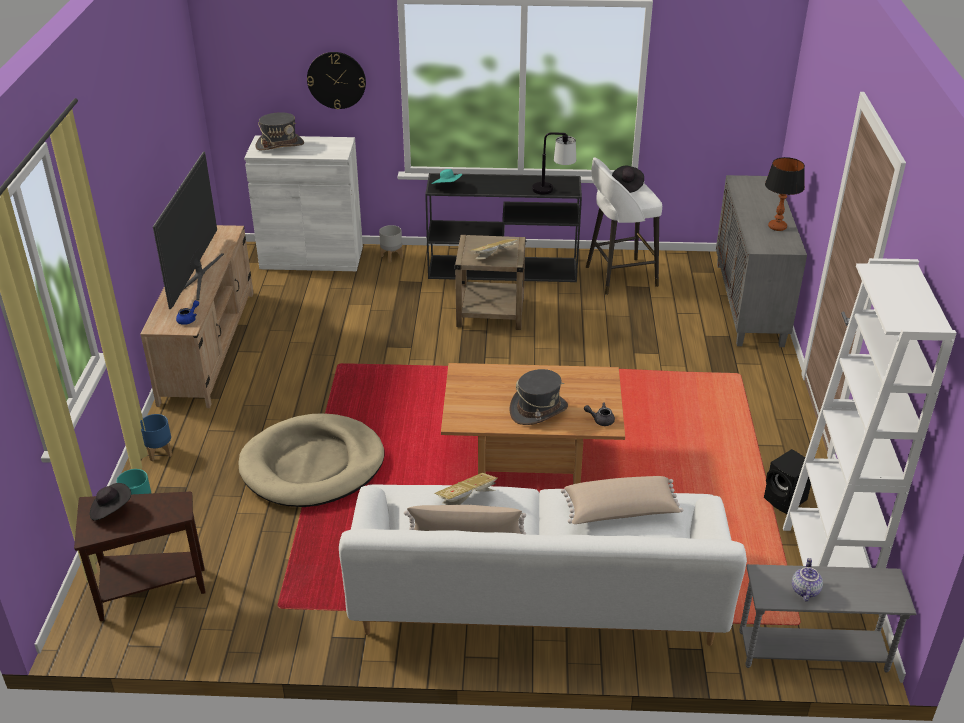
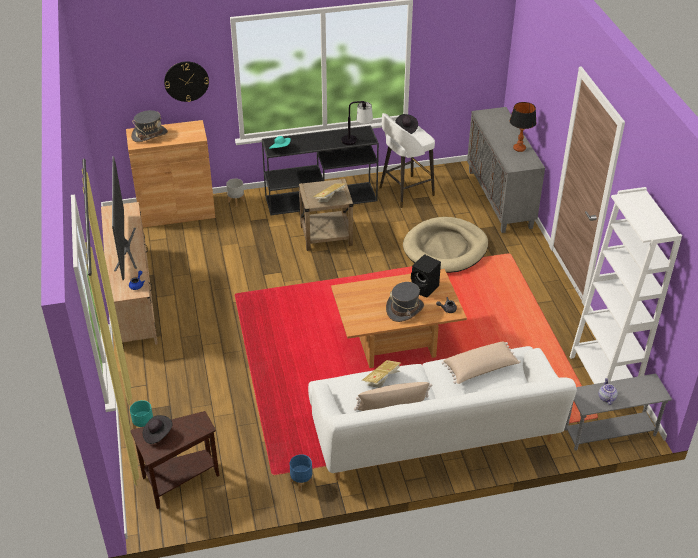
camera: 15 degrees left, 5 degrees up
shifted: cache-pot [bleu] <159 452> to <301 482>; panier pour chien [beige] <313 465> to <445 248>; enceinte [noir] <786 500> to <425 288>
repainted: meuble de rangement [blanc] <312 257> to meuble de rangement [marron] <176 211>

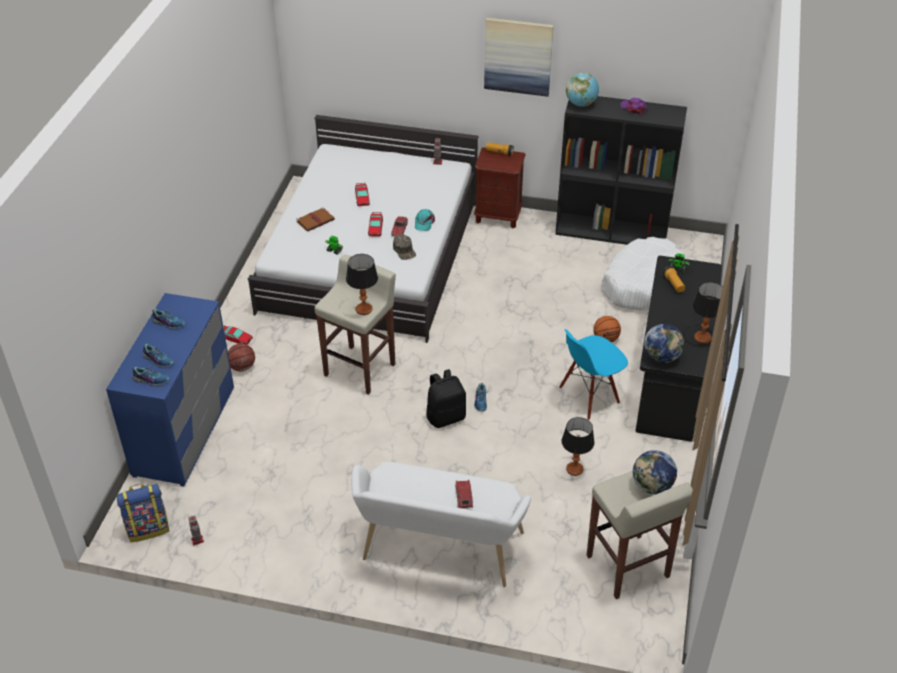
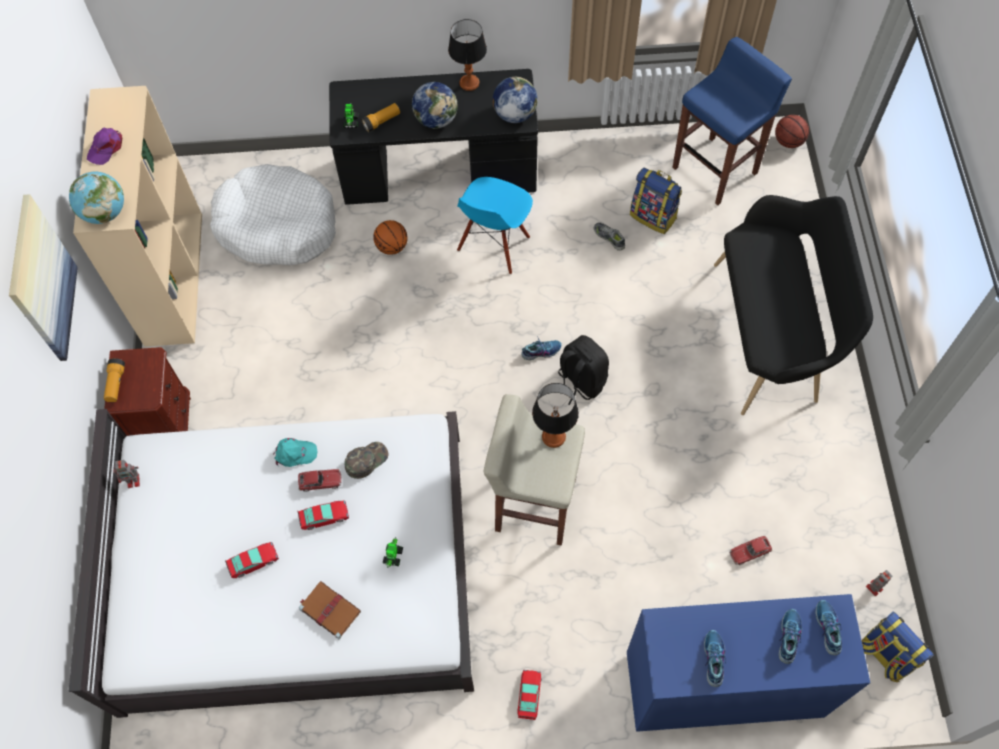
camera: 105 degrees left, 20 degrees up
new: sac à dos <653 216>
shifted: ballon de basket <242 367> to <788 141>; petite voiture <464 497> to <749 552>; globe <652 486> to <436 119>
swapped: lampe de table <574 469> to chaussure <609 237>
repainted: banc [blanc] <439 551> to banc [noir] <772 334>; bibliothèque [noir] <612 231> to bibliothèque [beige] <173 277>; tabouret [beige] <628 567> to tabouret [bleu] <716 170>
rotated: chaise [bleu] <589 396> = <494 245> 75 degrees clockwise

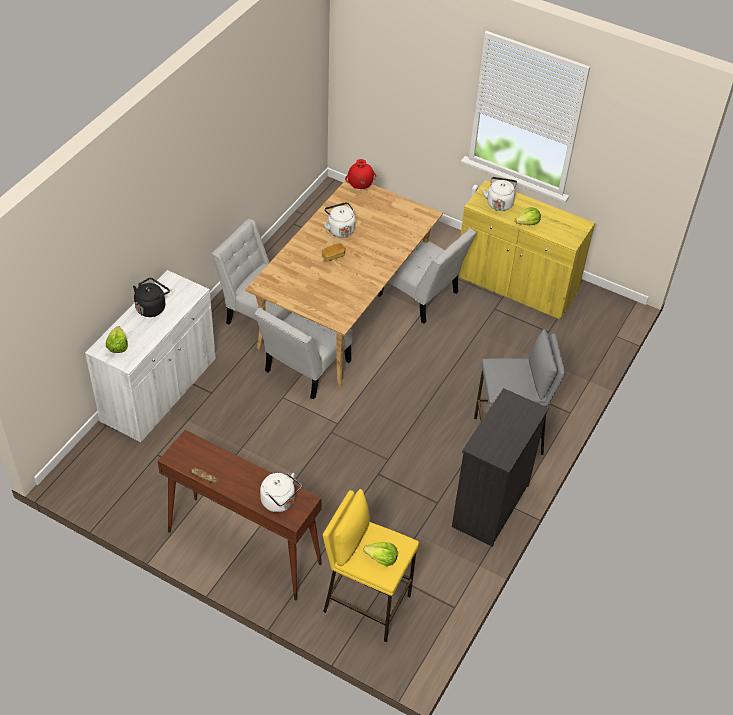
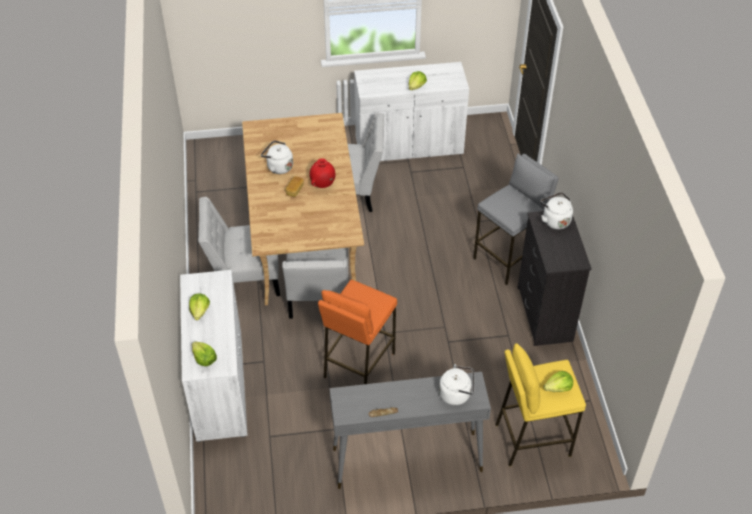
camera: 35 degrees left, 0 degrees up
new: tabouret [orange] <358 365>
shifted: vase [rouge] <360 187> to <322 184>; bouilloire [blanc] <499 203> to <555 220>
swapped: bouilloire [noir] <152 307> to laitue <200 311>
repainted: table console [marron] <243 547> to table console [gris] <406 460>; meuble de rangement [jaune] <516 285> to meuble de rangement [blanc] <409 146>

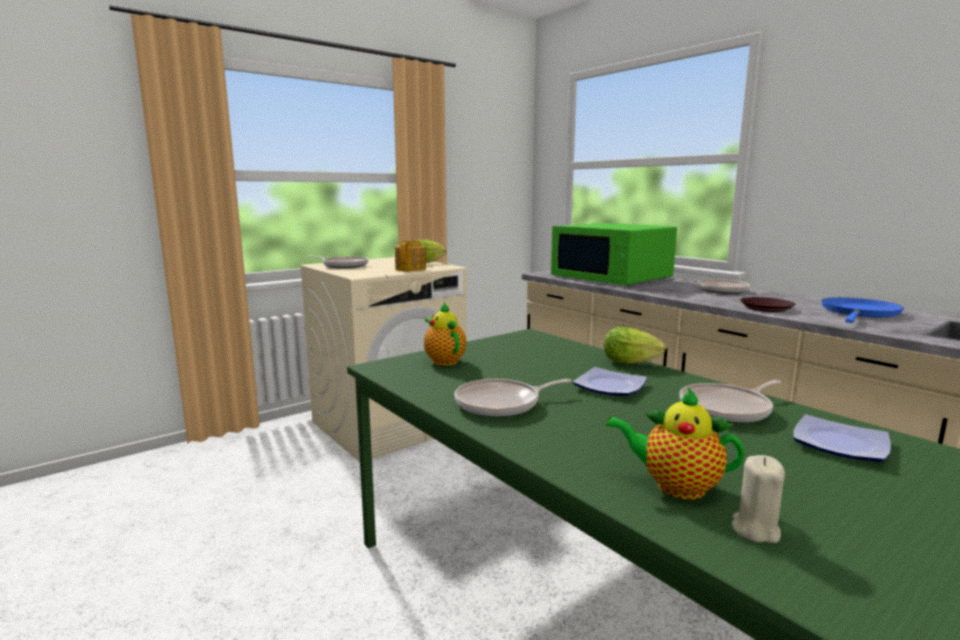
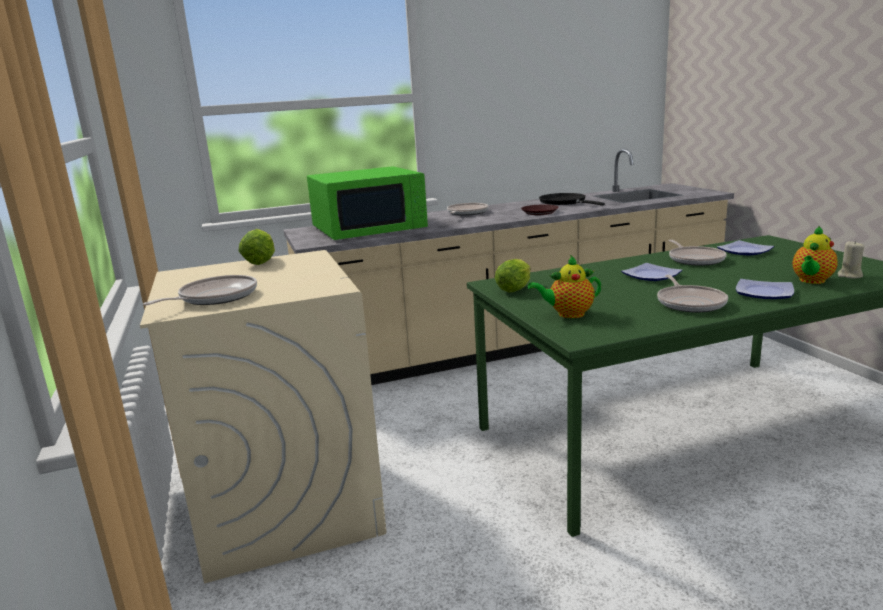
camera: 70 degrees left, 5 degrees up
gone: théière <411 269>
new: assiette <763 293>
shifted: laitue <633 363> to <515 288>
repainted: poêle [bleu] <859 313> to poêle [noir] <565 202>

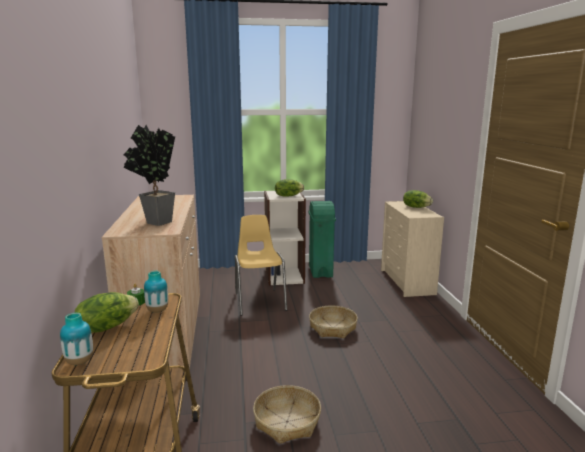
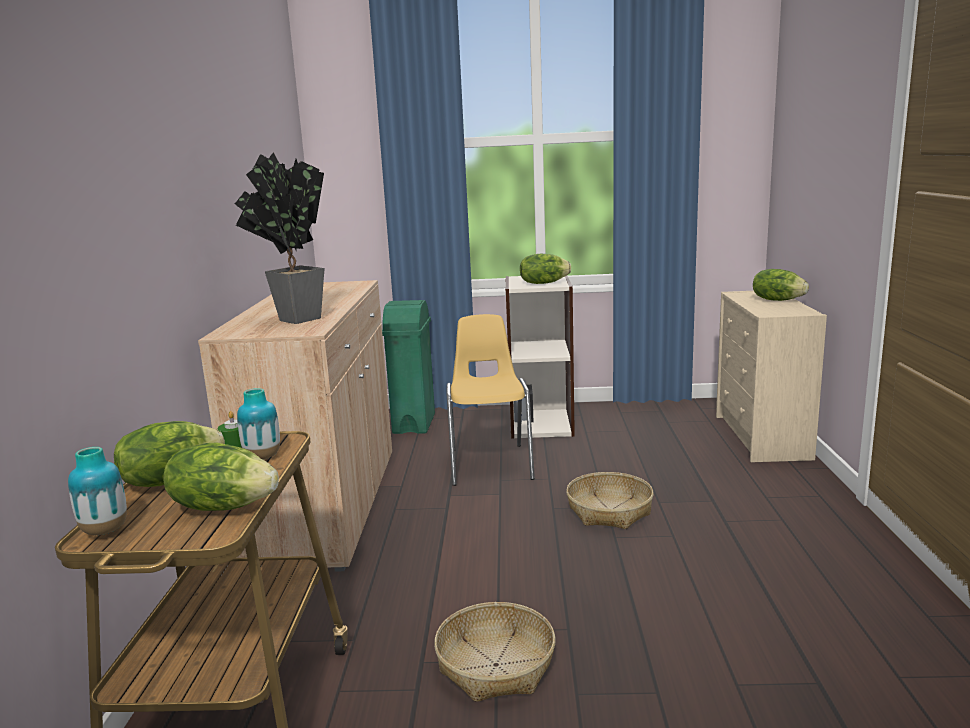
camera: 10 degrees right, 0 degrees up
new: laitue <223 506>
shifted: poubelle [vert] <320 272> to <413 424>

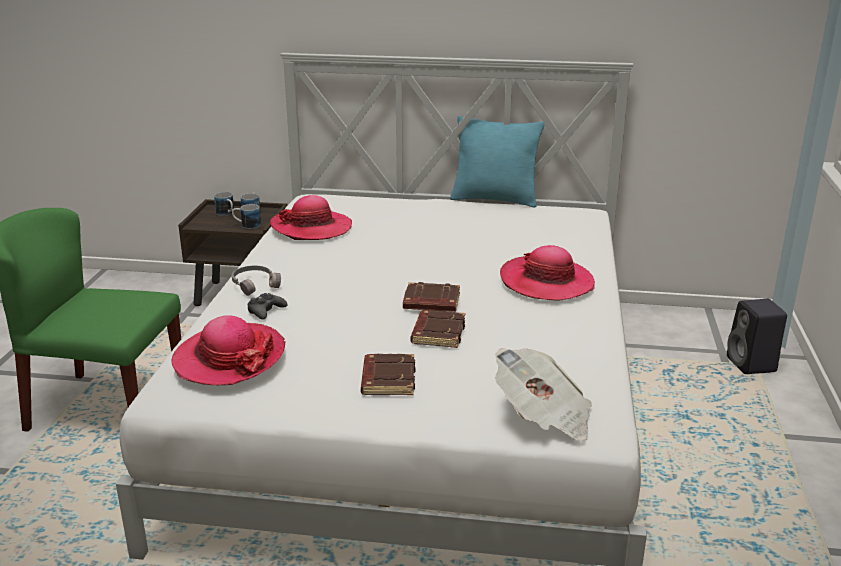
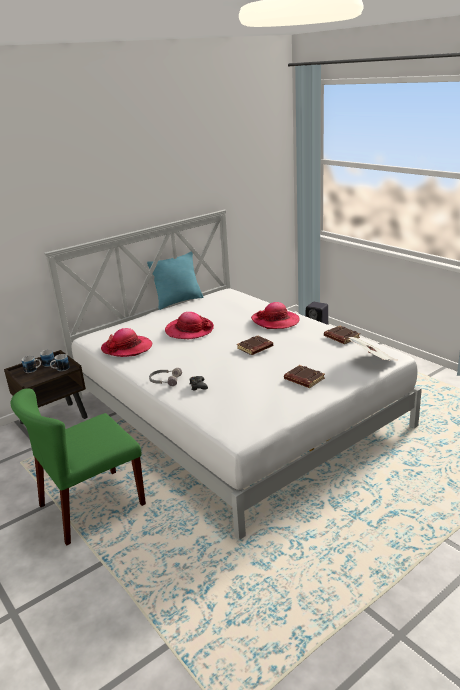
camera: 45 degrees left, 0 degrees up
shifted: chapeau <229 358> to <189 330>; livre [marron] <437 333> to <341 337>

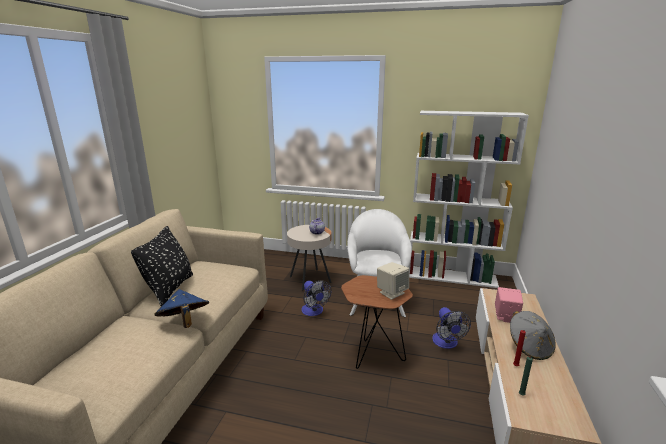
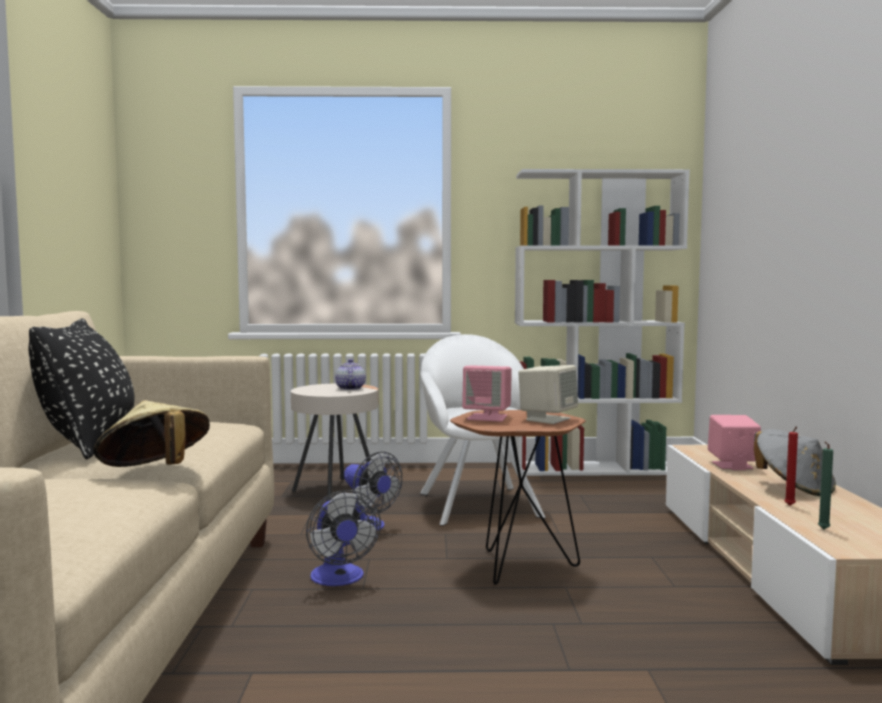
camera: 15 degrees left, 15 degrees down
new: enceinte [rose] <488 417>
shifted: ventilateur <446 343> to <339 579>
repainted: chapeau [bleu] <184 322> to chapeau [beige] <155 472>

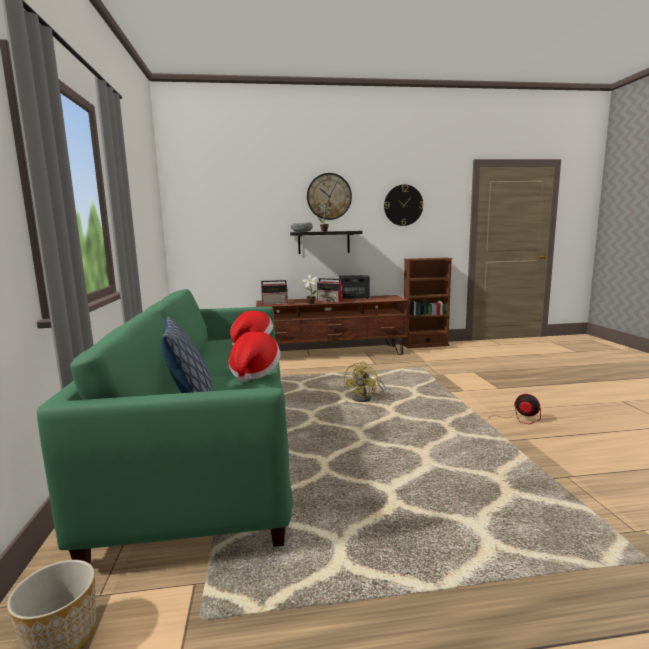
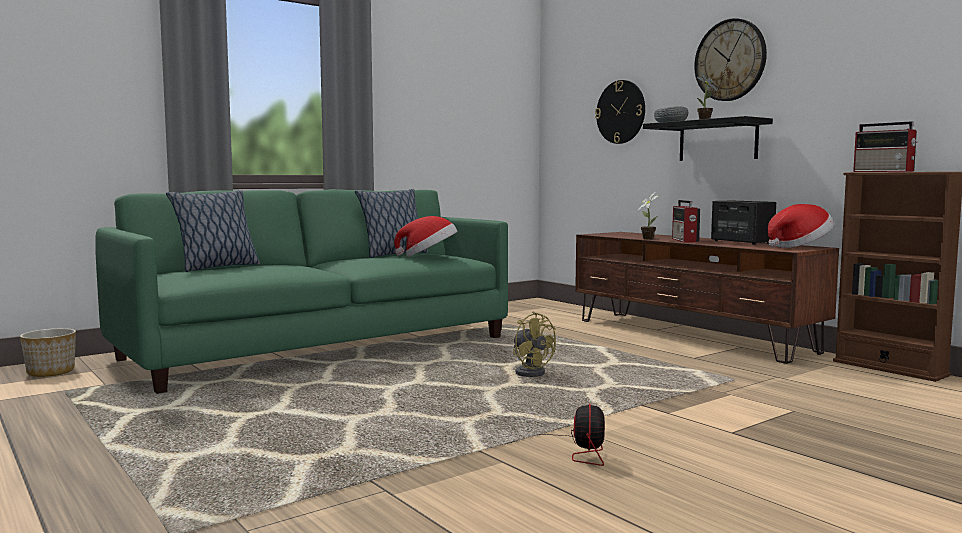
camera: 60 degrees right, 5 degrees down
new: coussin <393 255>
shifted: chapeau <254 373> to <799 247>; radio <275 303> to <884 171>; horloge murale <403 205> to <620 112>
rotated: ventilateur [jaune] <366 399> = <530 372> 120 degrees counterclockwise

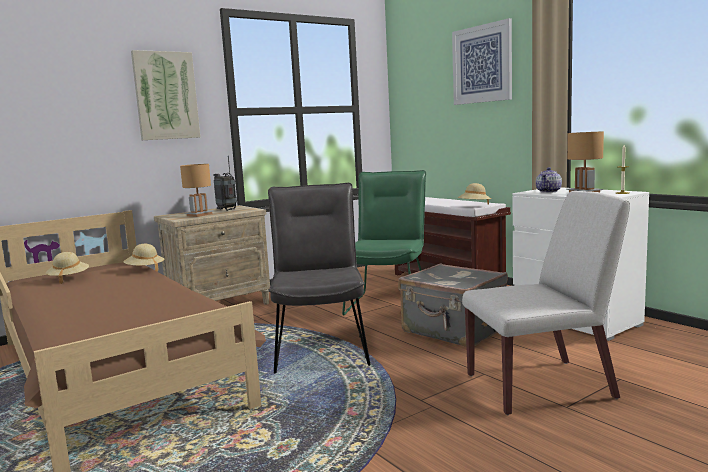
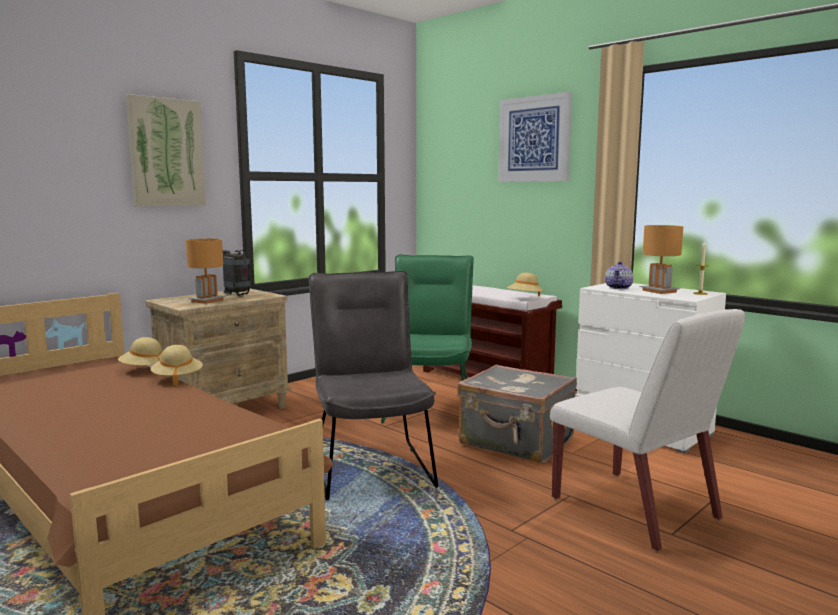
camera: 10 degrees left, 0 degrees up
shifted: chapeau [beige] <68 279> to <177 378>
rotated: chaise [blanc] <541 386> = <636 509> 75 degrees clockwise

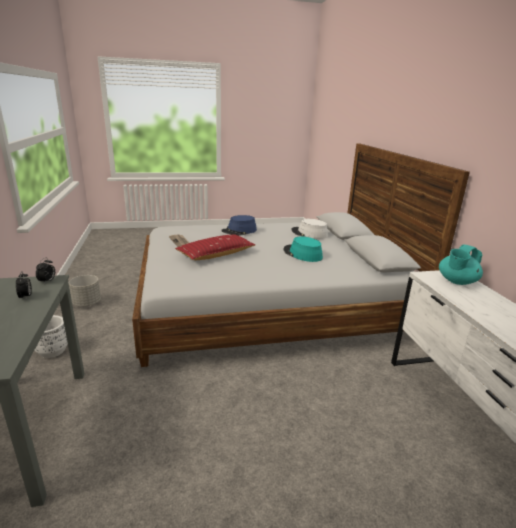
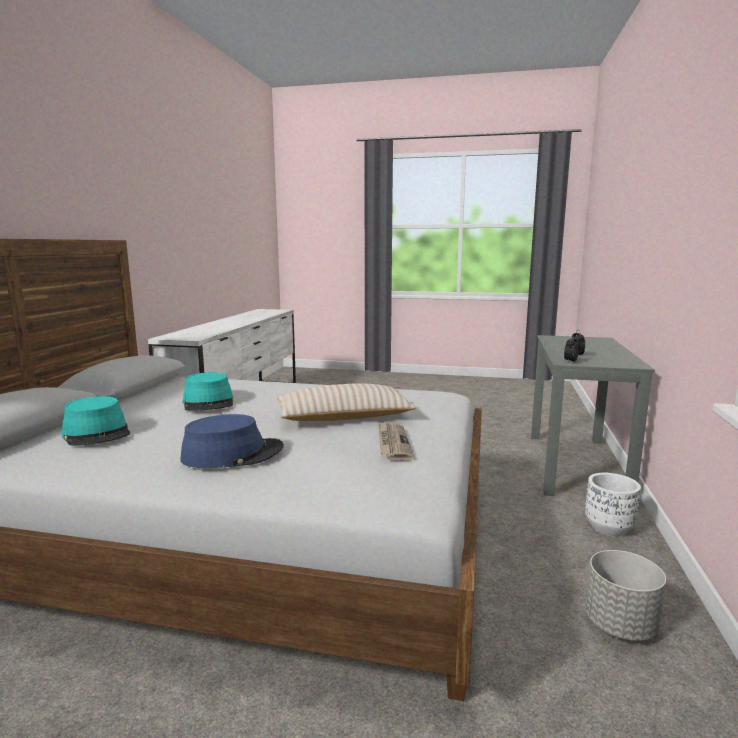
camera: 155 degrees left, 10 degrees down
gone: théière [turquoise] <456 281>
repainted: coussin [rouge] <216 254> to coussin [beige] <344 417>; chapeau [blanc] <309 233> to chapeau [turquoise] <97 433>

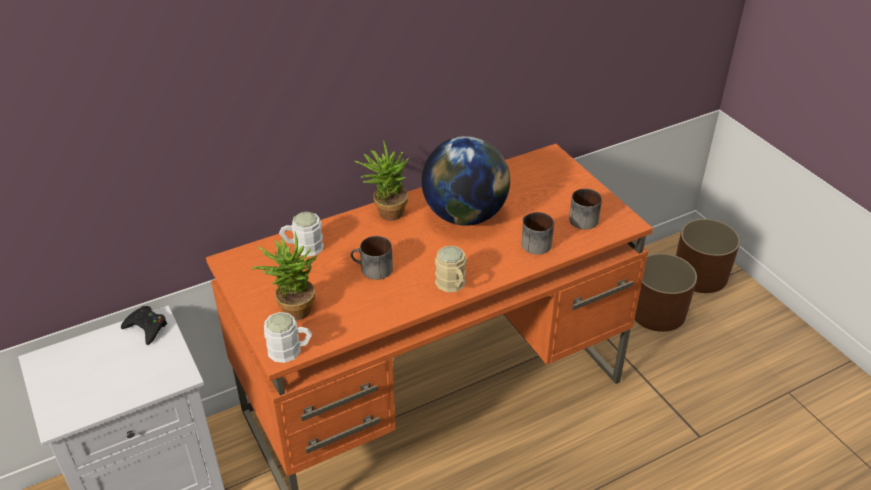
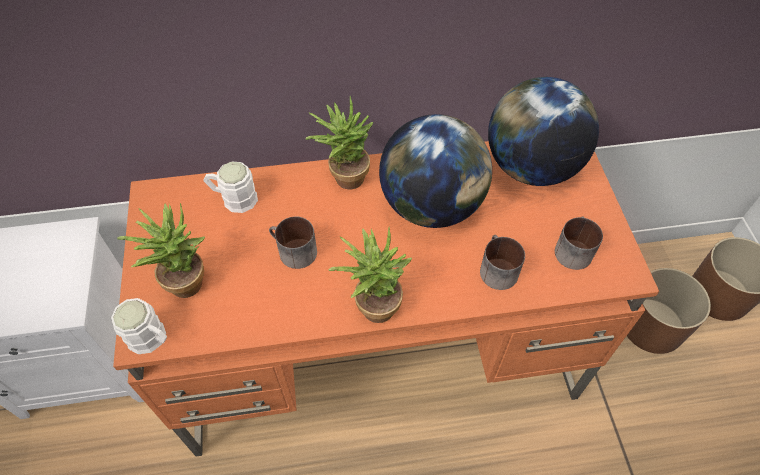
camera: 20 degrees right, 15 degrees up
gone: manette [noir] <146 328>
new: globe <531 167>
swapped: mug [beige] <453 285> to plante en pot <373 304>

